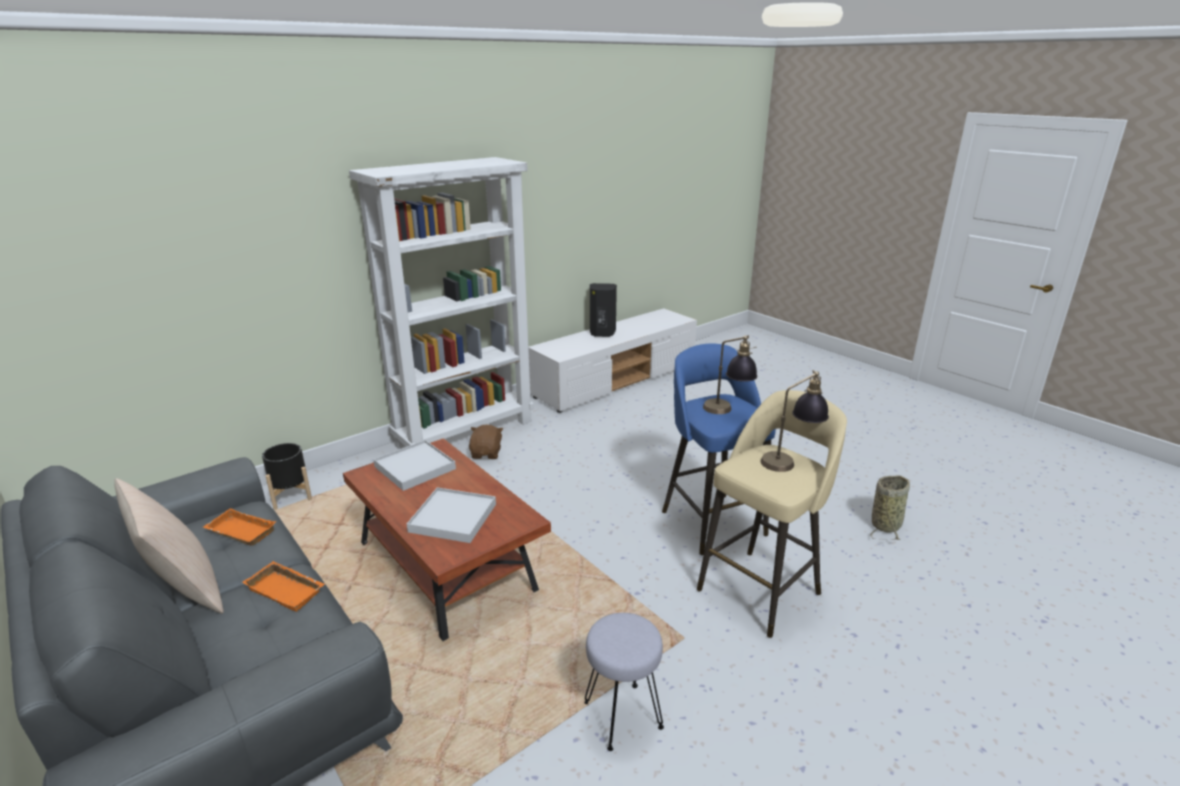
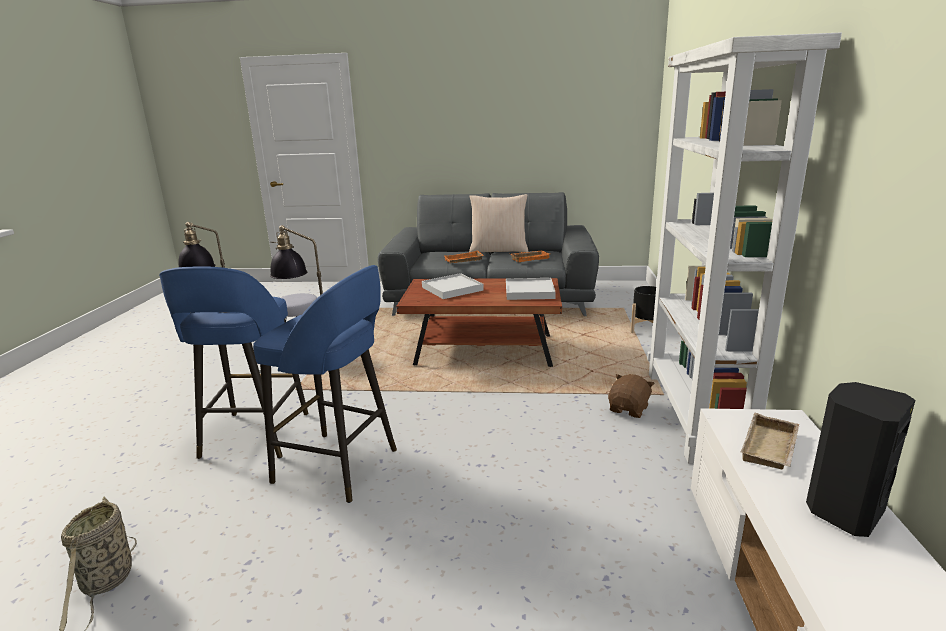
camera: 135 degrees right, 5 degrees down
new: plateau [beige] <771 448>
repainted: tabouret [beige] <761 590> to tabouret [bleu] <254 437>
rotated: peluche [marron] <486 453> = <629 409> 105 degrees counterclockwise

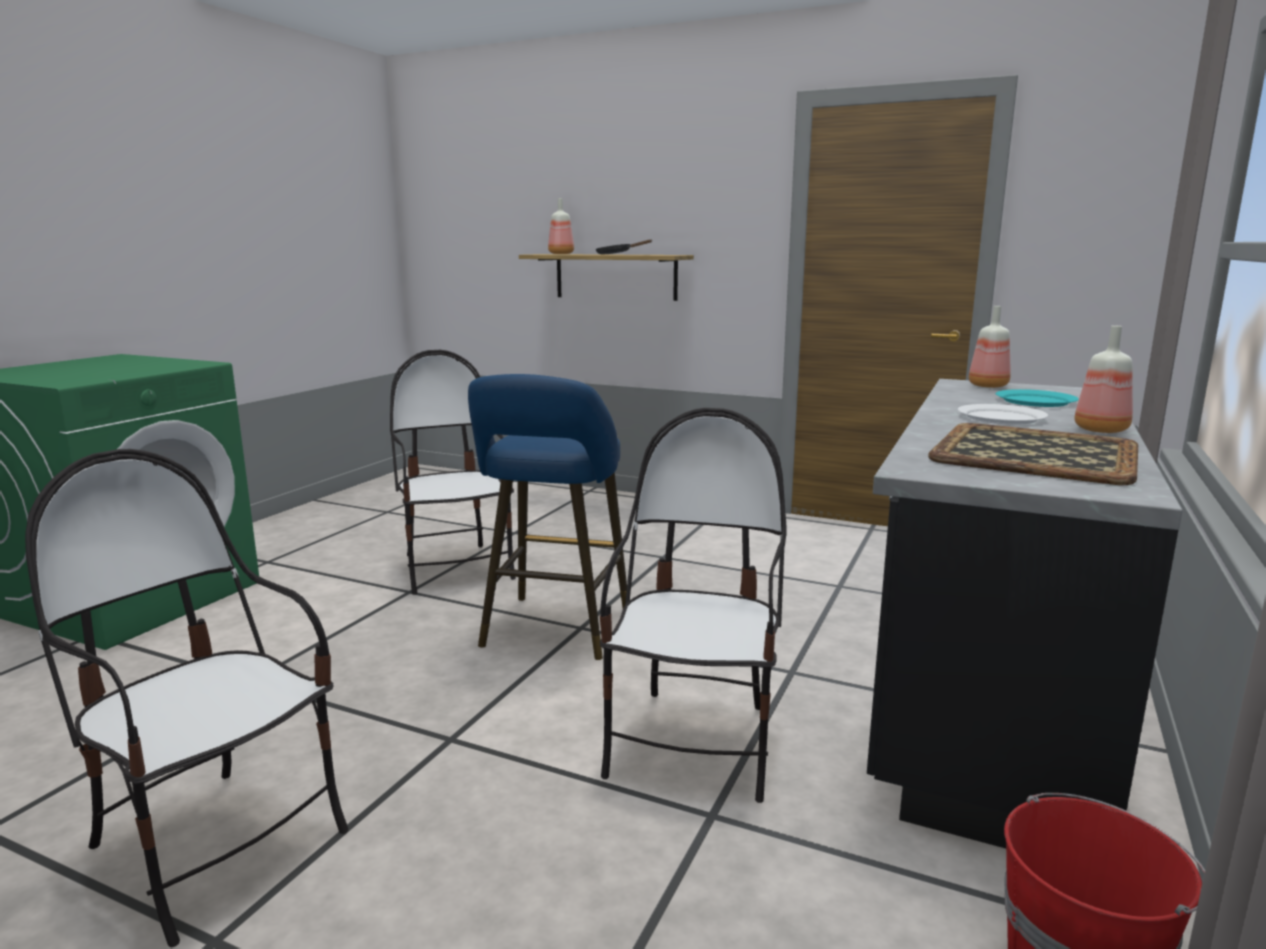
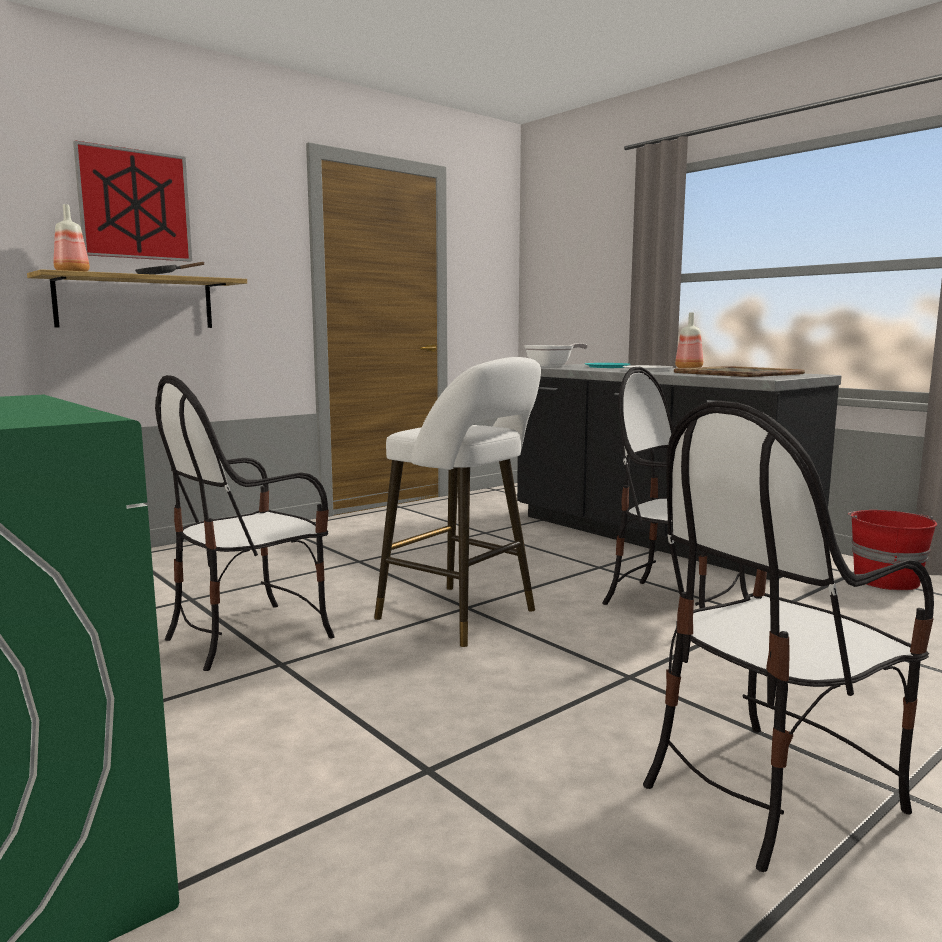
camera: 65 degrees left, 5 degrees down
new: tableau <135 204>
swapped: bouteille <989 386> to poêle <552 366>
repainted: tabouret [bleu] <554 631> to tabouret [blanc] <463 616>
rotated: chaise <456 568> = <250 635> 45 degrees counterclockwise

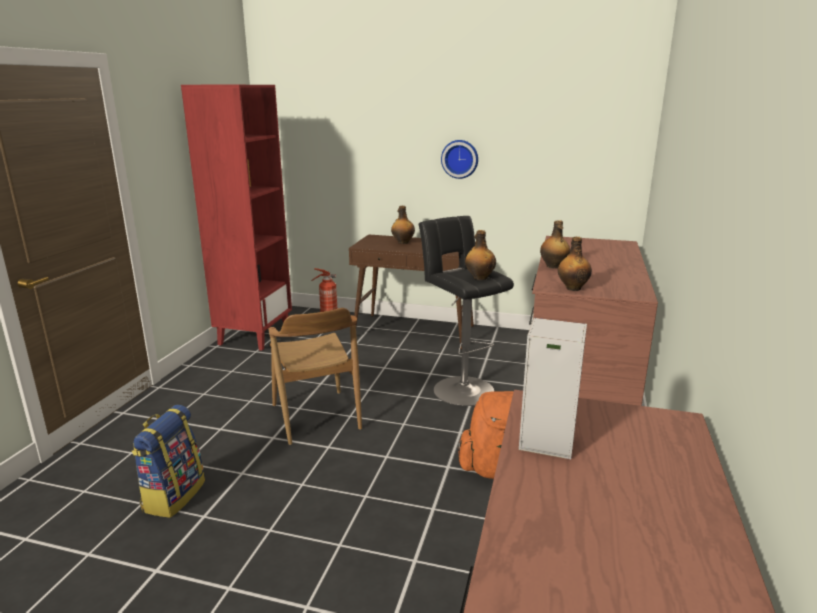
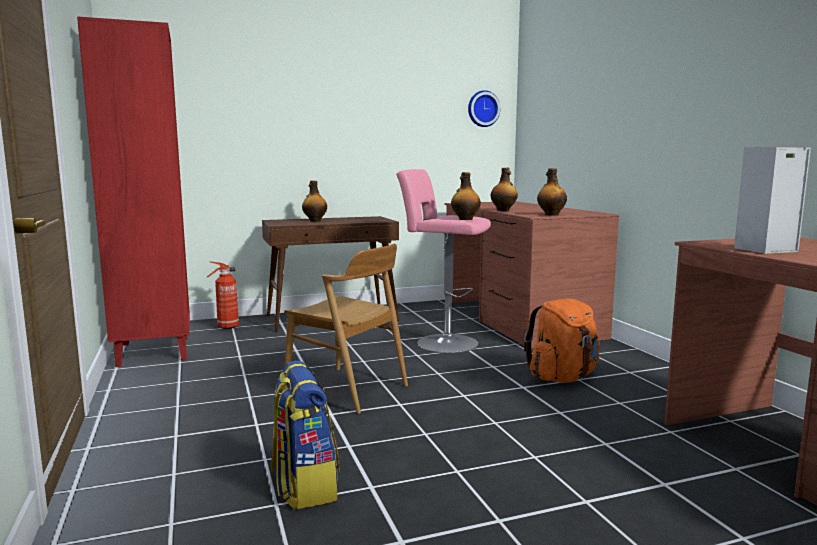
camera: 35 degrees left, 10 degrees down
shifted: horloge murale <460 159> to <482 109>
repainted: tabouret [noir] <460 388> to tabouret [rose] <443 342>

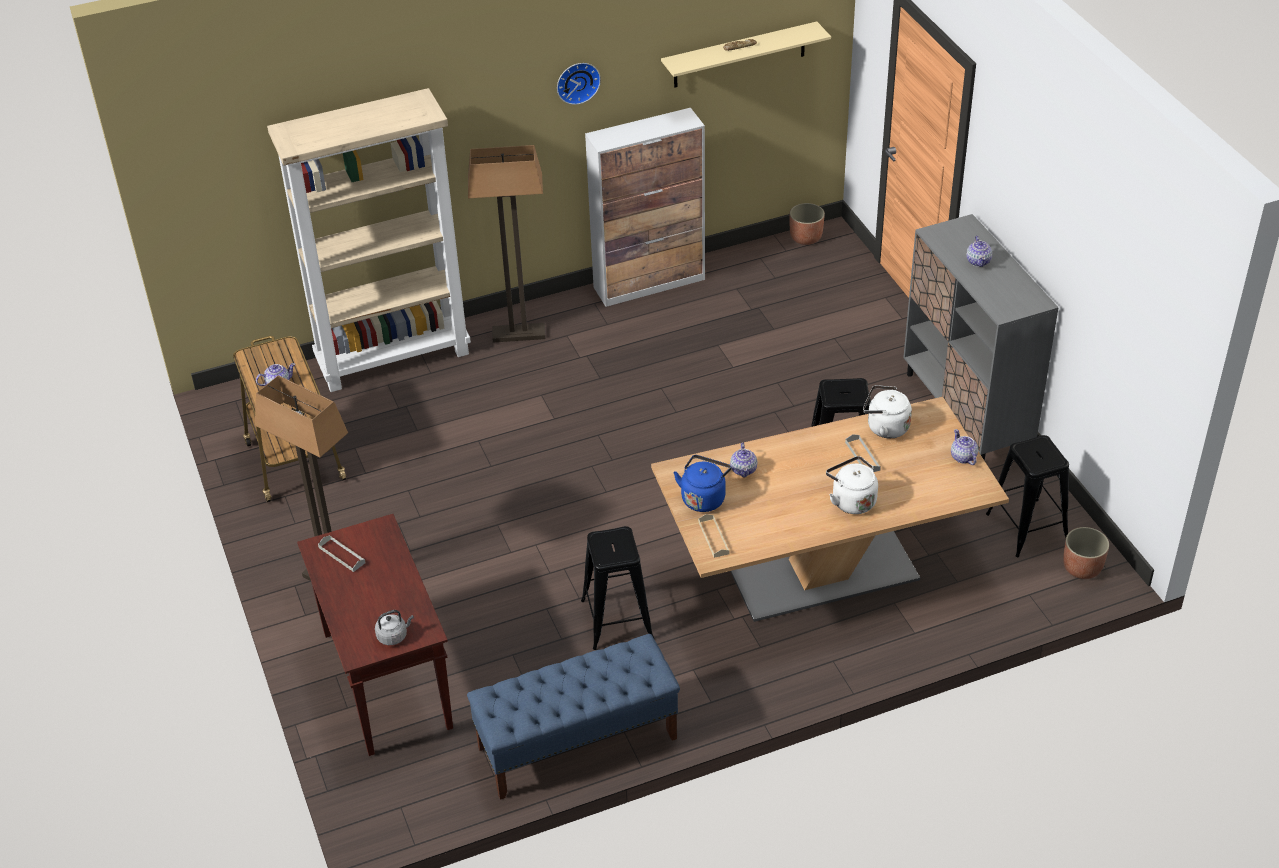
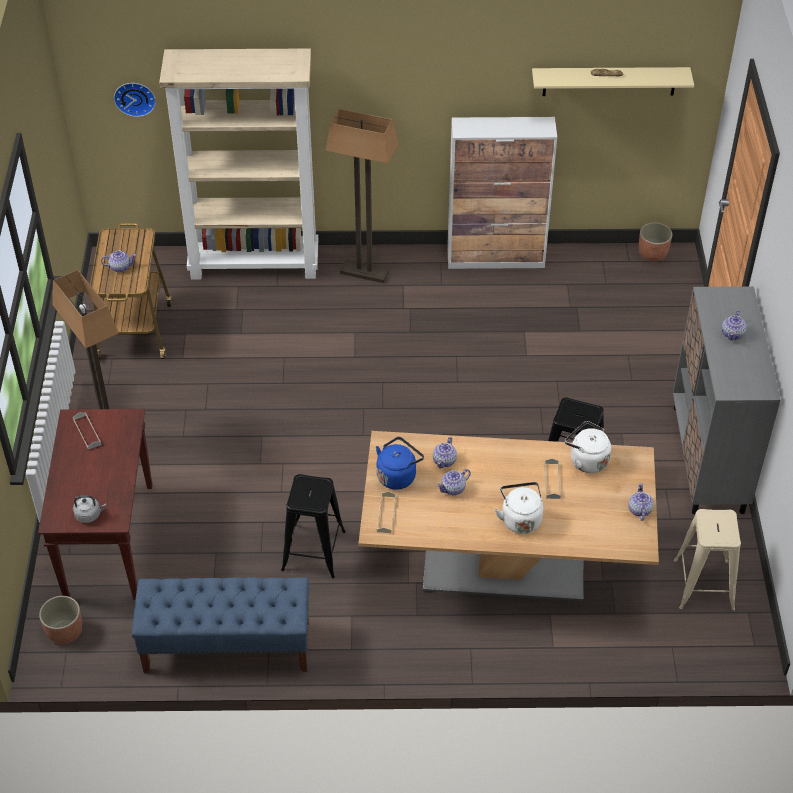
camera: 20 degrees right, 5 degrees up
new: théière <453 488>
shifted: horloge murale <577 81> to <135 97>; cache-pot <1082 568> to <65 632>
repainted: tabouret [noir] <1027 527> to tabouret [beige] <704 584>

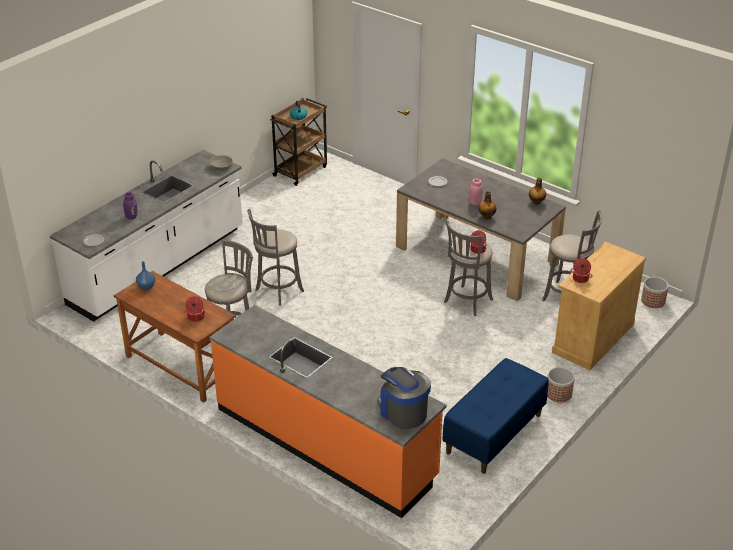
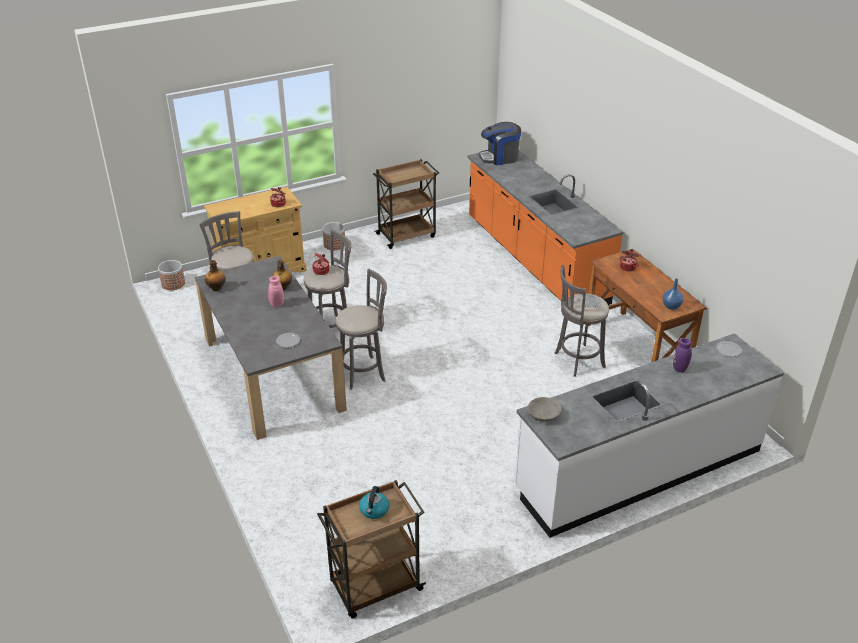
camera: 155 degrees left, 0 degrees up
shifted: tabouret [gris] <277 291> to <364 372>
swapped: banc [bleu] <494 434> to chariot [marron] <407 235>
rotated: machine à café <403 412> = <500 158> 90 degrees clockwise

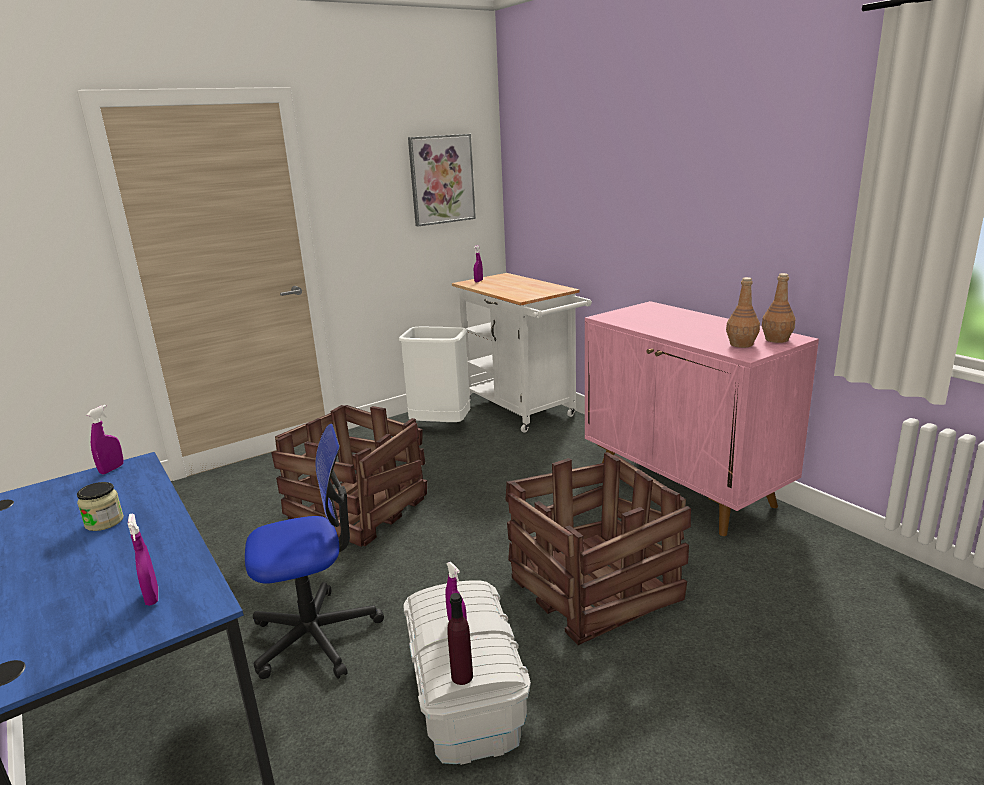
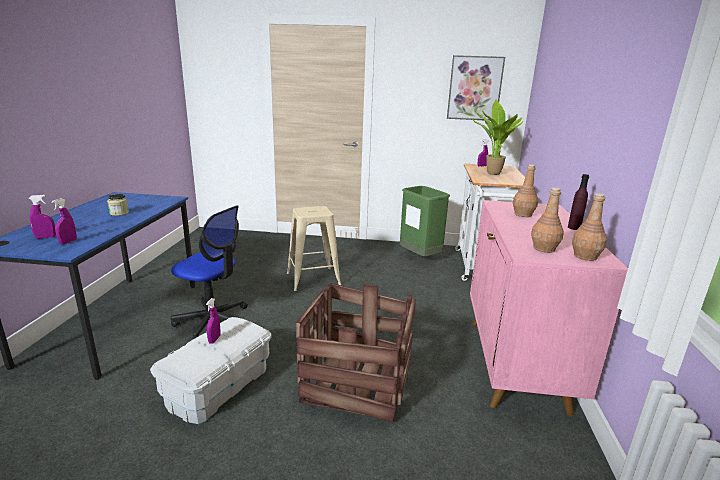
camera: 40 degrees right, 0 degrees up
new: plante en pot <491 173>; bouteille [marron] <522 214>
shifted: vaporisateur [violet] <112 469> to <45 237>; bouteille [violet] <462 676> to <574 228>
swapped: caisse <357 511> to tabouret [beige] <313 279>
repainted: poubelle [blanc] <440 427> to poubelle [vert] <419 257>

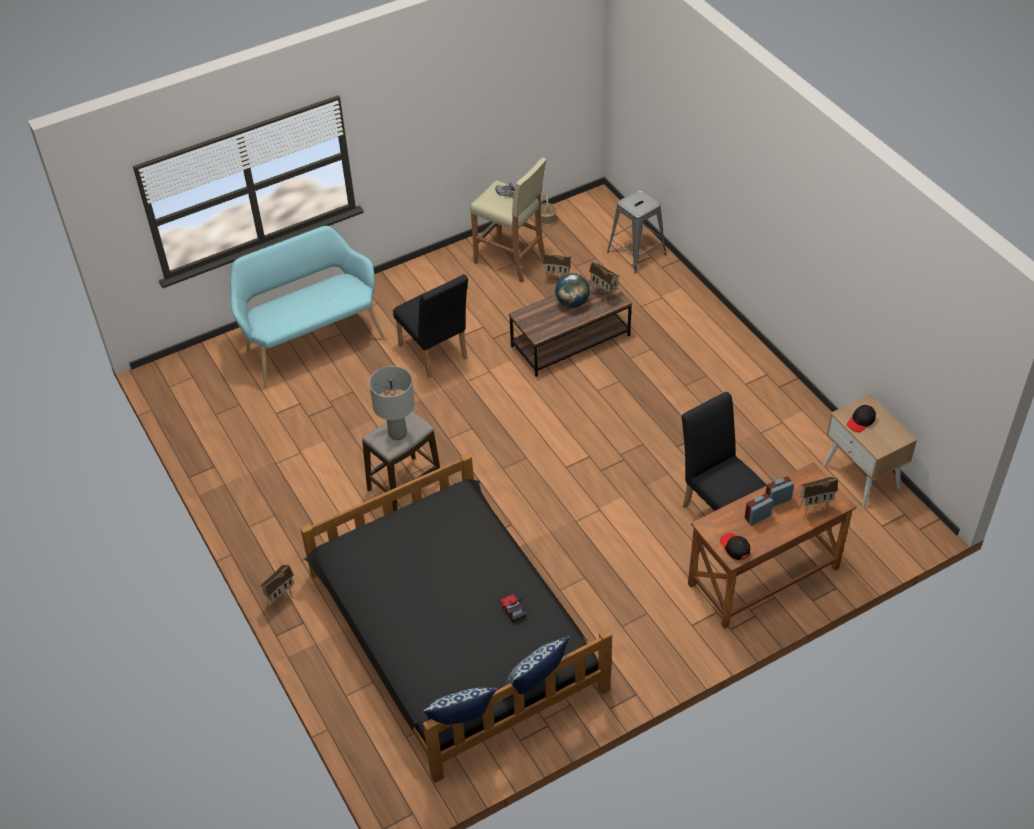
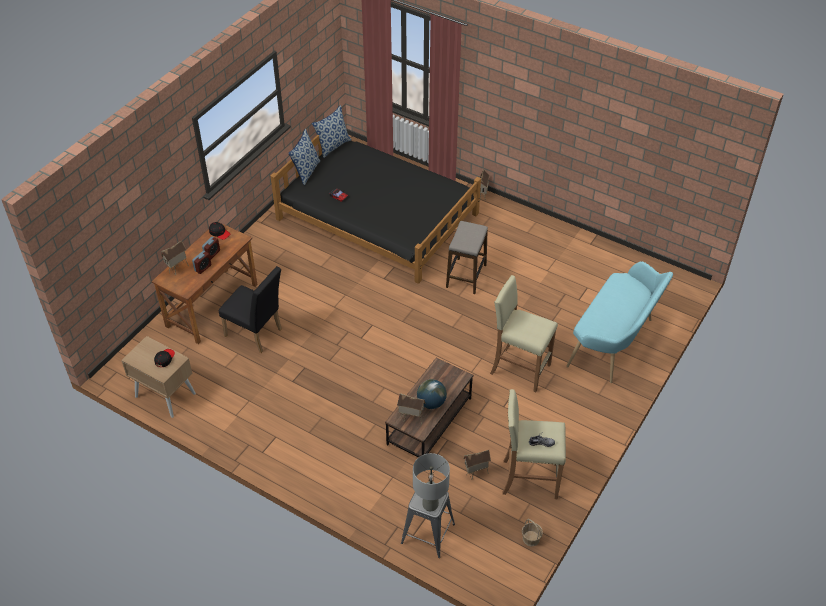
camera: 150 degrees right, 0 degrees up
shifted: lampe de table [gris] <398 433> to <430 505>
swapped: chaise [noir] <435 355> to tabouret [beige] <519 369>

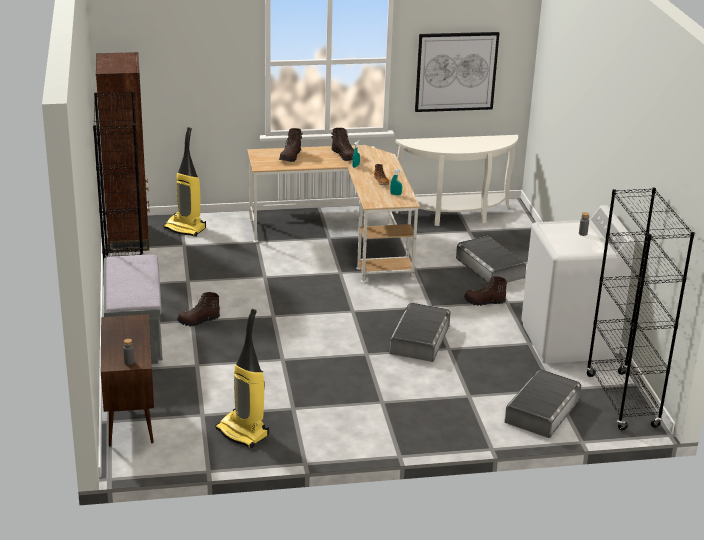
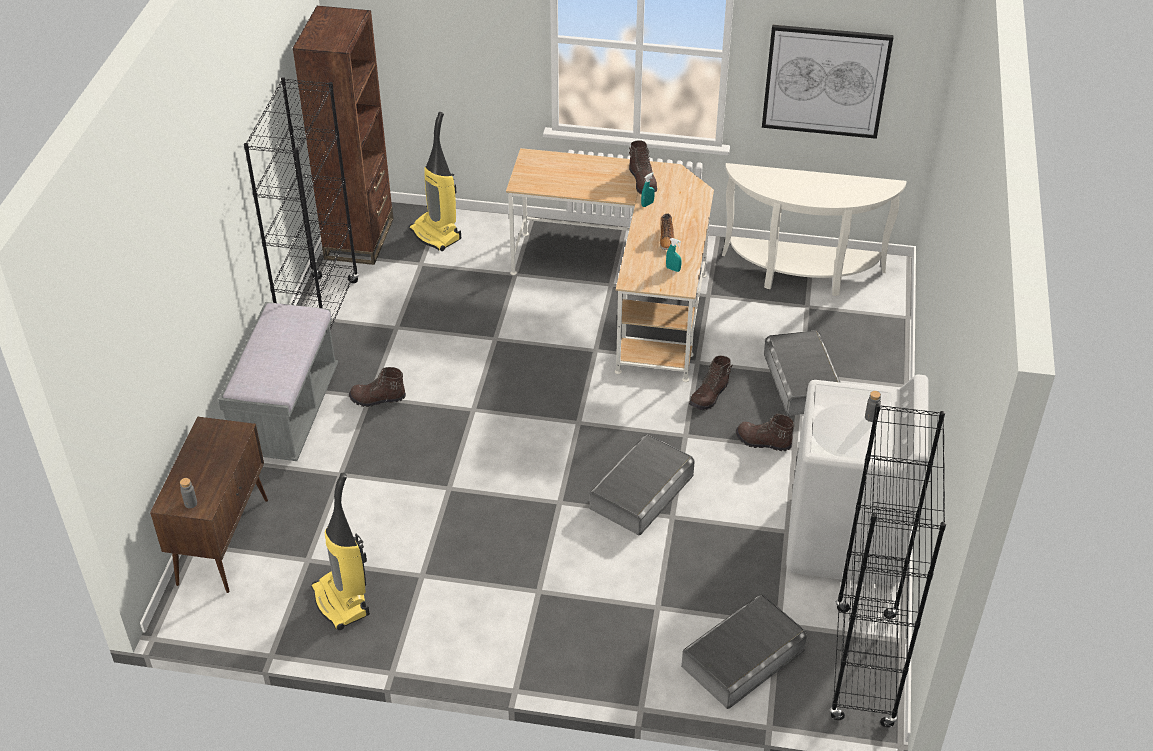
camera: 20 degrees right, 15 degrees up
shifted: botte [marron] <291 157> to <710 396>

